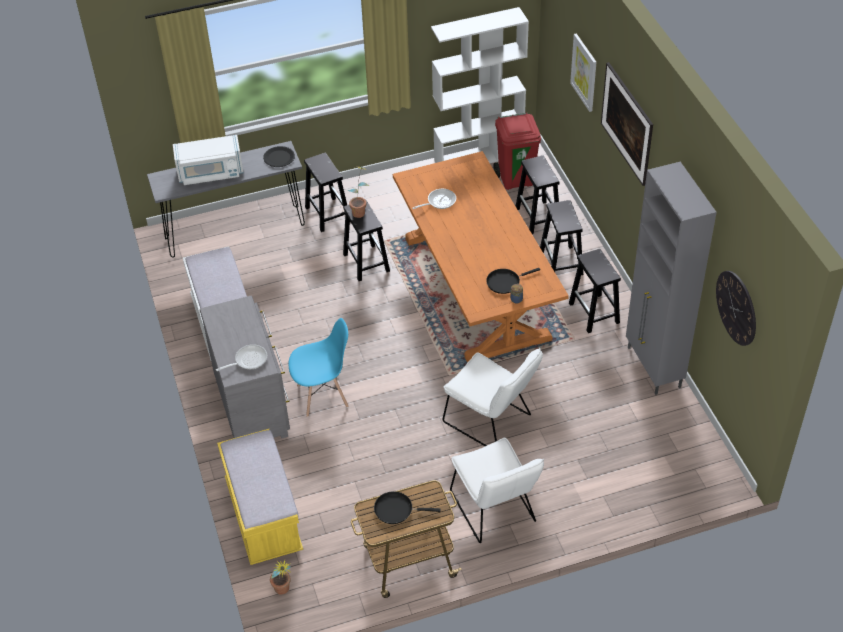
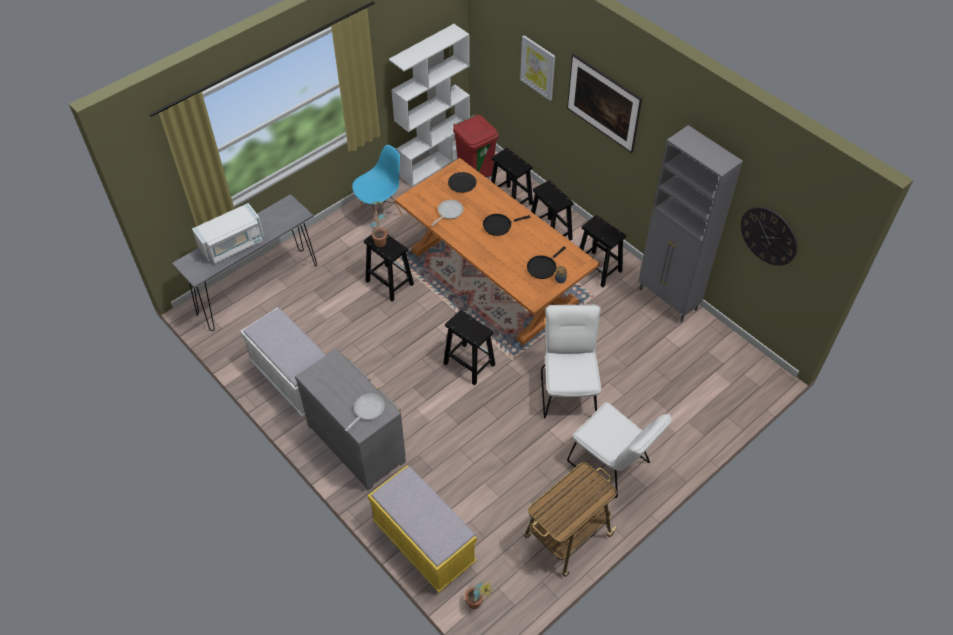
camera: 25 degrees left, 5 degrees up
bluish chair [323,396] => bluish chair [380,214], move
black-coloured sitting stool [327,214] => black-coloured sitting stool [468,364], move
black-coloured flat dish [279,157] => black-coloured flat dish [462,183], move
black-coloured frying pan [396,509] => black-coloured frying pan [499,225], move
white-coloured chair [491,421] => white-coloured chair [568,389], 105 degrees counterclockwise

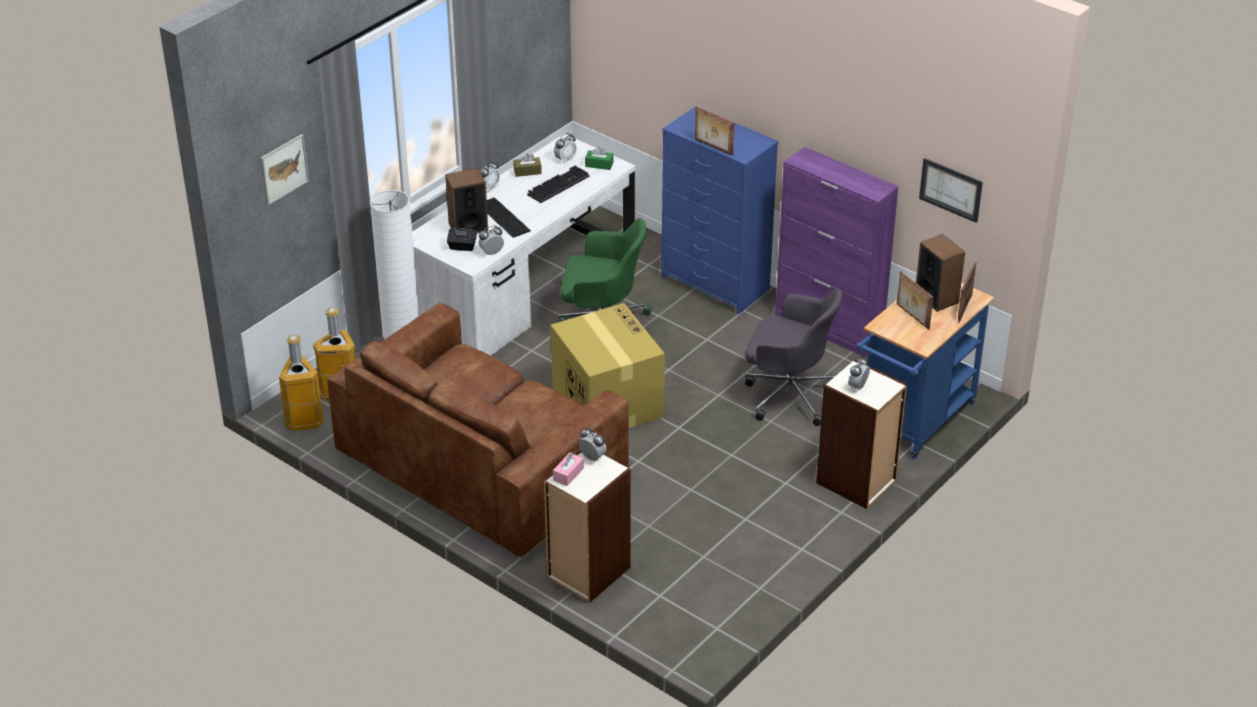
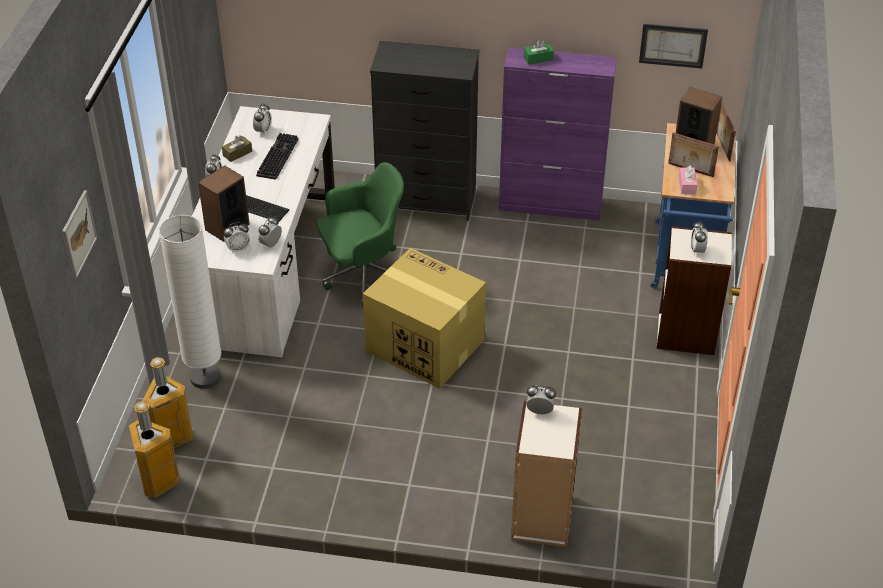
camera: 30 degrees left, 5 degrees up
black-coloured box of tissues [462,247] => table clock [238,248]
bluish chest of drawers [716,284] => black-coloured chest of drawers [427,200]
green-coloured box of tissues [599,164] => green-coloured box of tissues [538,58], move
pink box of tissues [568,474] => pink box of tissues [687,185], move
brownish settee [479,463] => nothing
standing frame [713,147] => nothing
greyish computer chair [789,393] => nothing

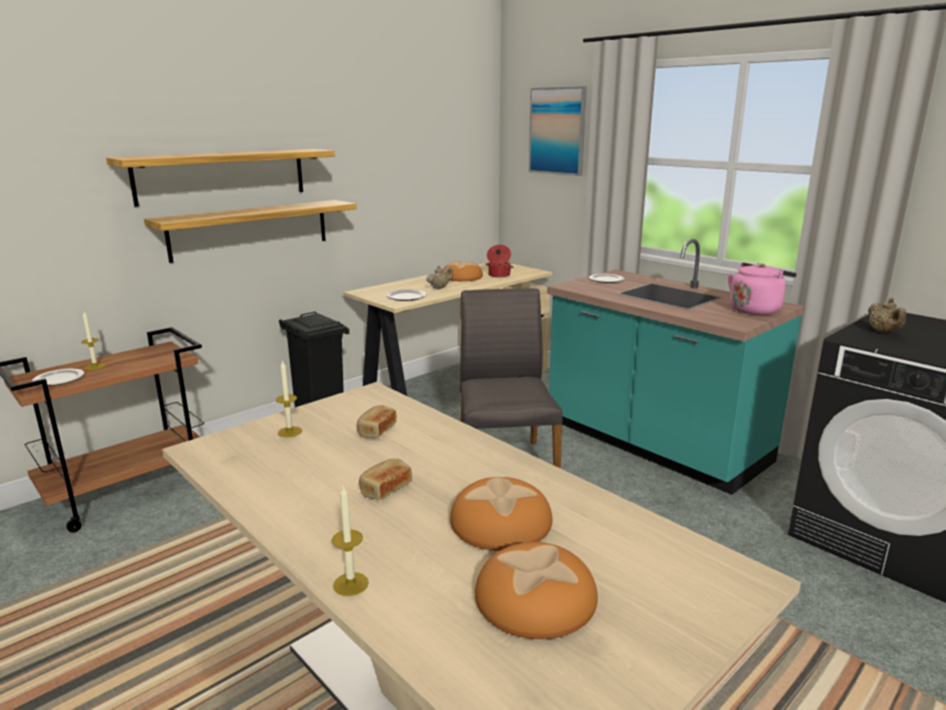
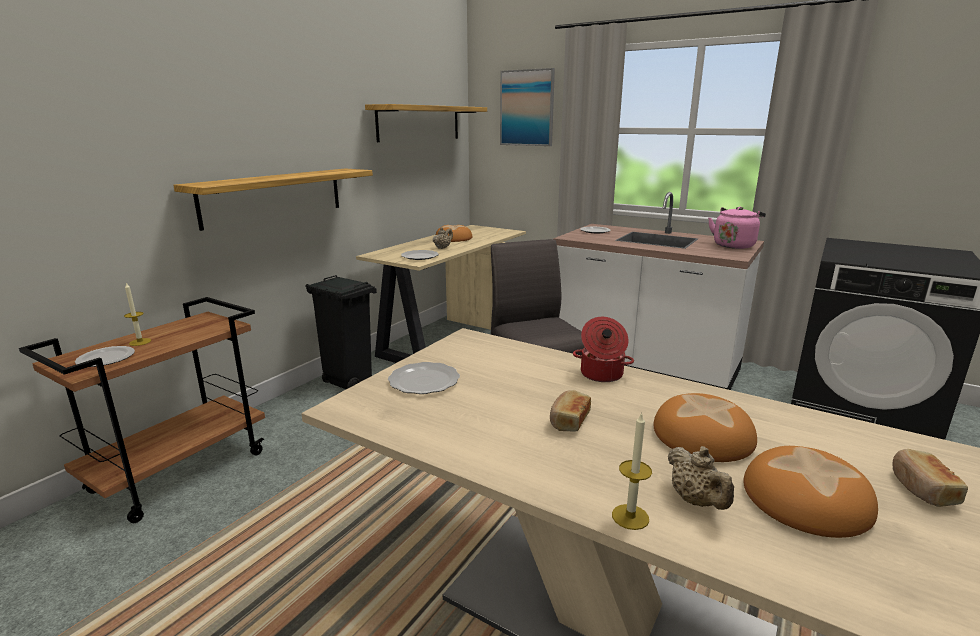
camera: 15 degrees left, 0 degrees up
bracket shelf [222,175] => bracket shelf [419,123], move
wax candle [290,432] => flat dish [423,380]
turquoise kitchen counter [654,444] => white-coloured kitchen counter [644,366]
cooking pot [498,275] => cooking pot [601,375], move
sand-coloured teapot [883,332] => sand-coloured teapot [696,501], move
baked bread [376,430] => baked bread [921,489], move

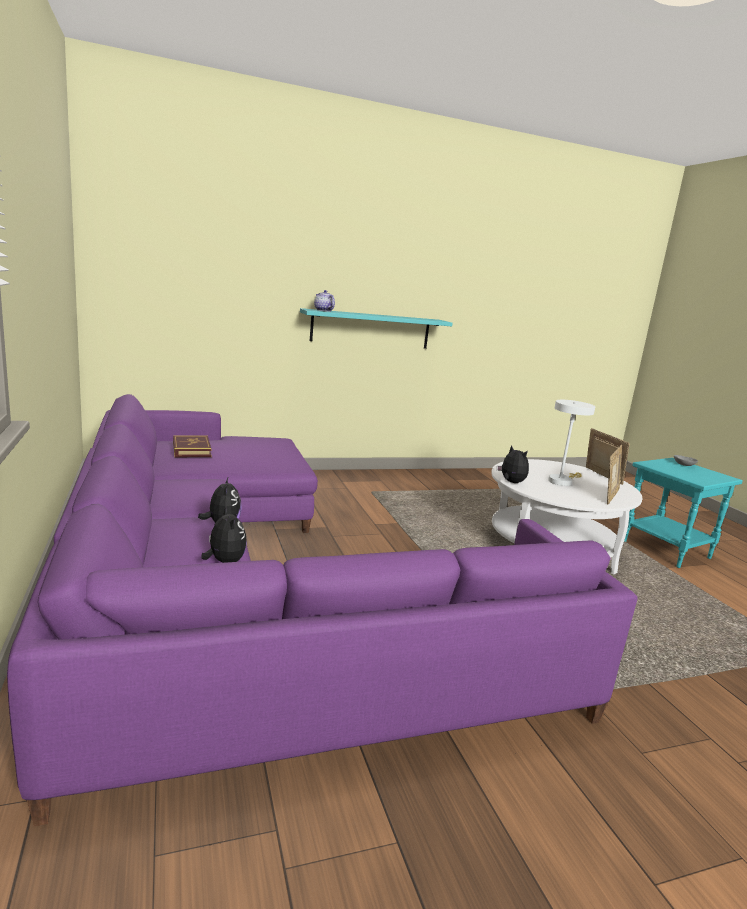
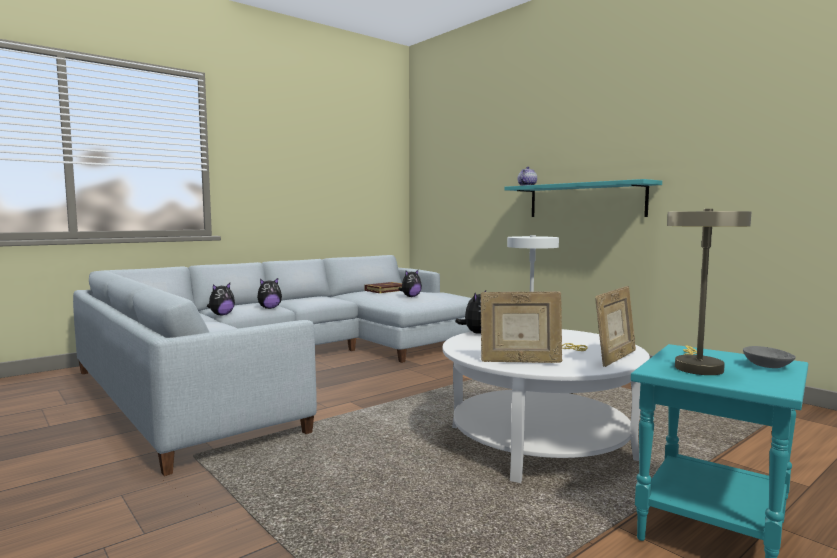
camera: 70 degrees right, 10 degrees down
purple settee [241,592] => greyish settee [287,364]
nothing => plush toy [410,297]
nothing => sand-coloured table lamp [696,366]

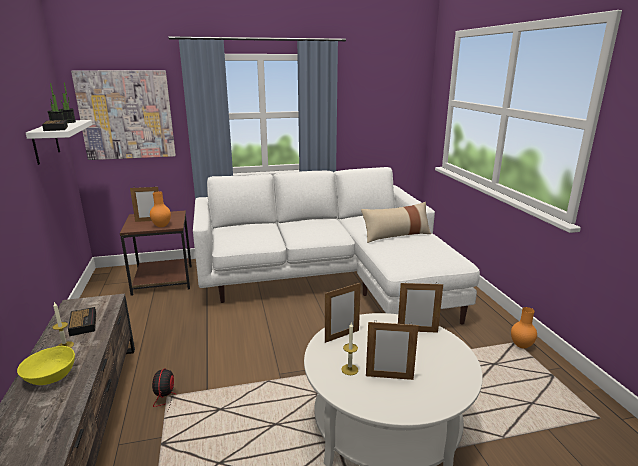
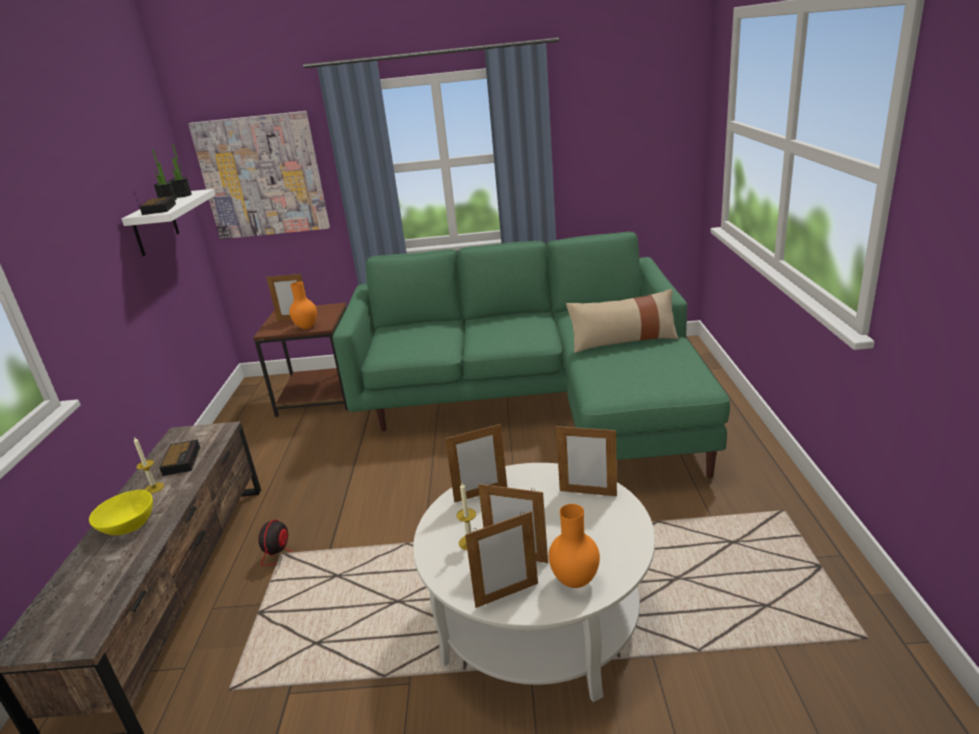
camera: 15 degrees right, 5 degrees up
white-coloured settee [330,281] => green-coloured settee [538,403]
nothing => standing frame [507,595]
orangey flower vase [521,346] => orangey flower vase [575,582], move

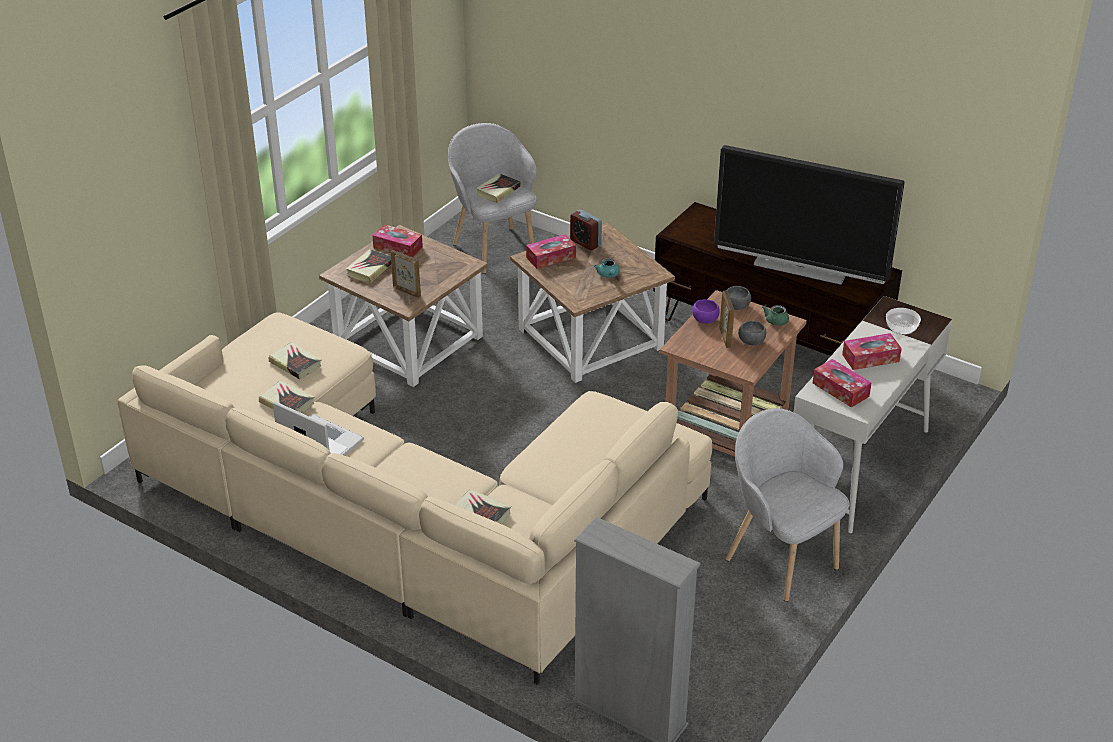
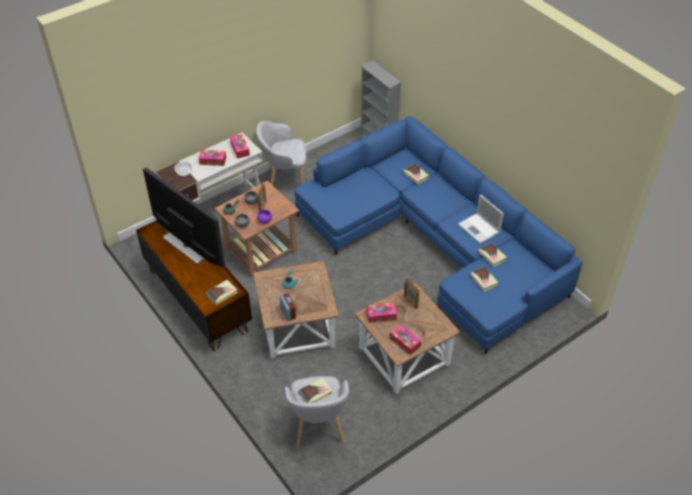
camera: 160 degrees left, 10 degrees up
book [370,269] => book [222,293], move
greyish armchair [780,560] => greyish armchair [284,181], 105 degrees clockwise
sand-coloured settee [413,514] => bluish settee [434,243]
box of tissues [551,257] => box of tissues [381,315], move

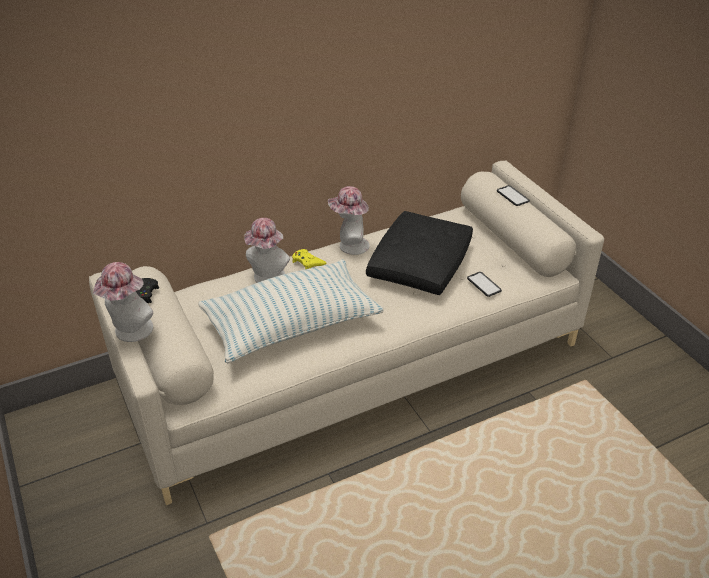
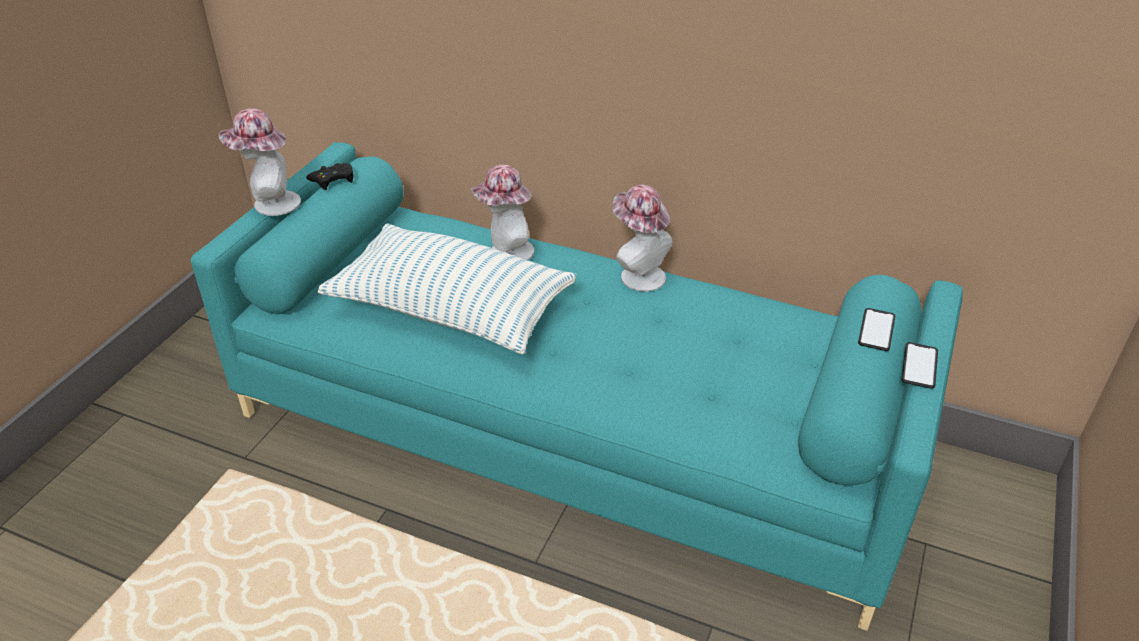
camera: 50 degrees right, 0 degrees up
sand-coloured settee [355,364] => turquoise settee [572,431]
handset [484,284] => handset [919,366], move
yellow game controller [307,262] => nothing
black-coloured pillow [420,264] => nothing

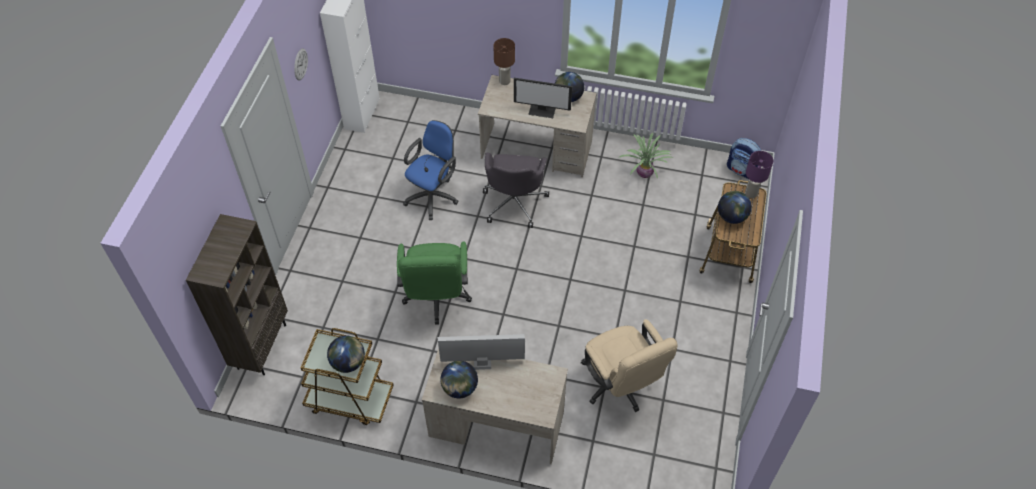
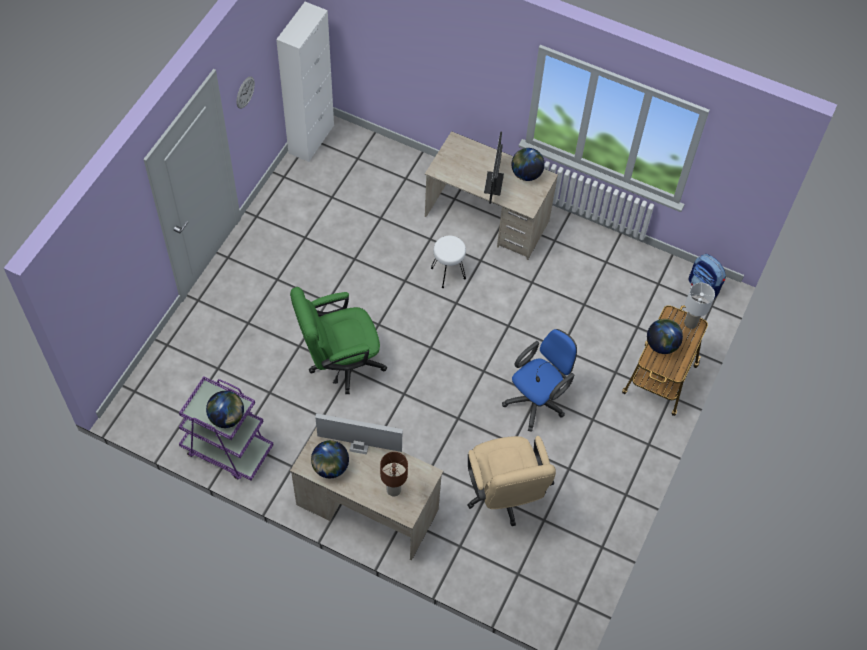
camera: 10 degrees right, 5 degrees up
brownish trolley [349,399] => purple trolley [227,449]
green-coloured computer chair [436,299] => green-coloured computer chair [339,363], 60 degrees clockwise
brownish table lamp [504,81] => brownish table lamp [393,490], move
greyish computer chair [514,202] => white-coloured sitting stool [447,273]
monitor [542,110] => monitor [494,183], 75 degrees clockwise
bluish computer chair [433,195] => bluish computer chair [537,400], move
purple table lamp [750,194] => white-coloured table lamp [690,323]
brownish bookshelf [261,346] => nothing
plant in a pot [644,173] => nothing

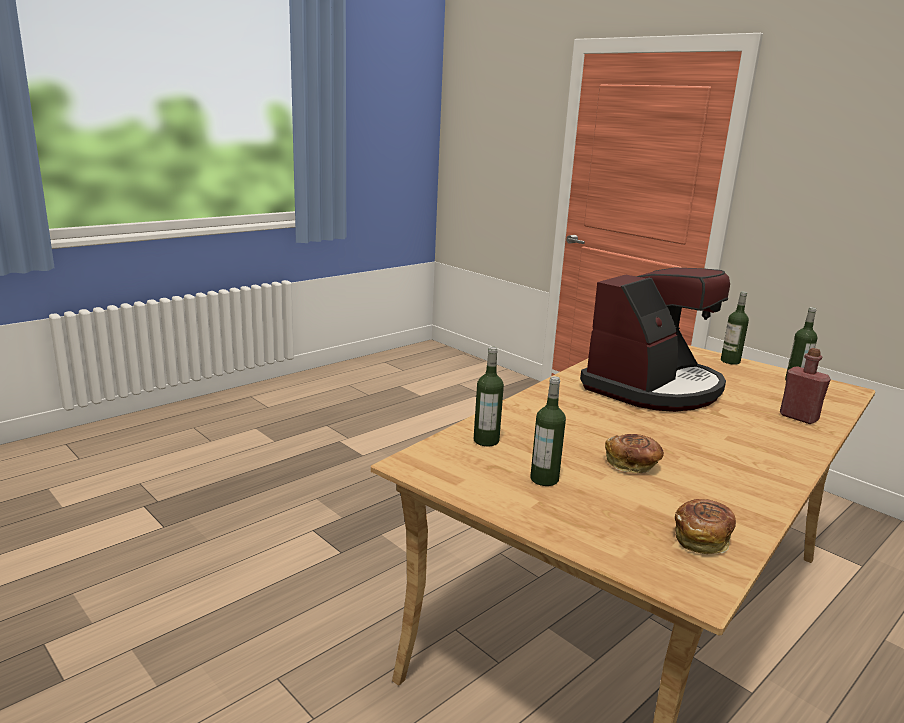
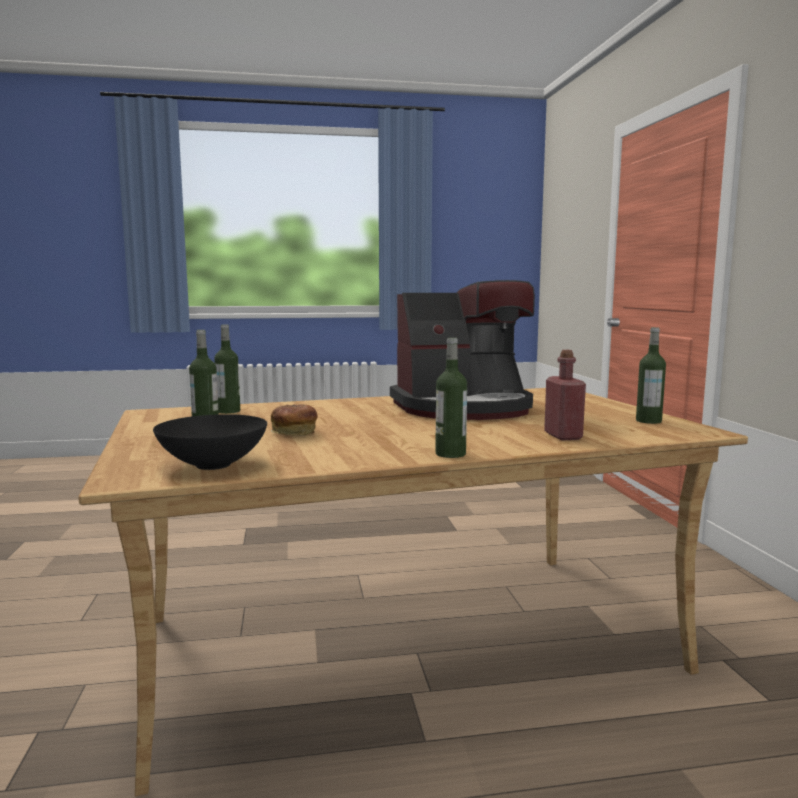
camera: 35 degrees right, 10 degrees down
baked bread [702,539] => black-coloured bowl [215,465]
beverage bottle [730,361] => beverage bottle [450,454], move

